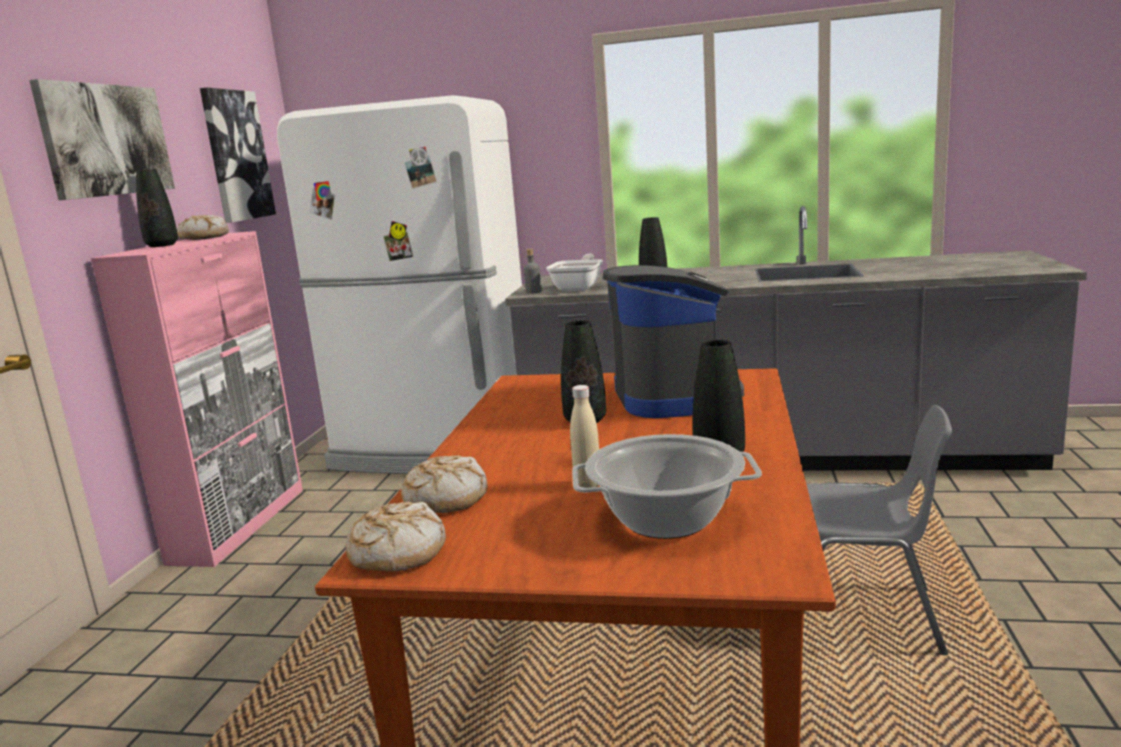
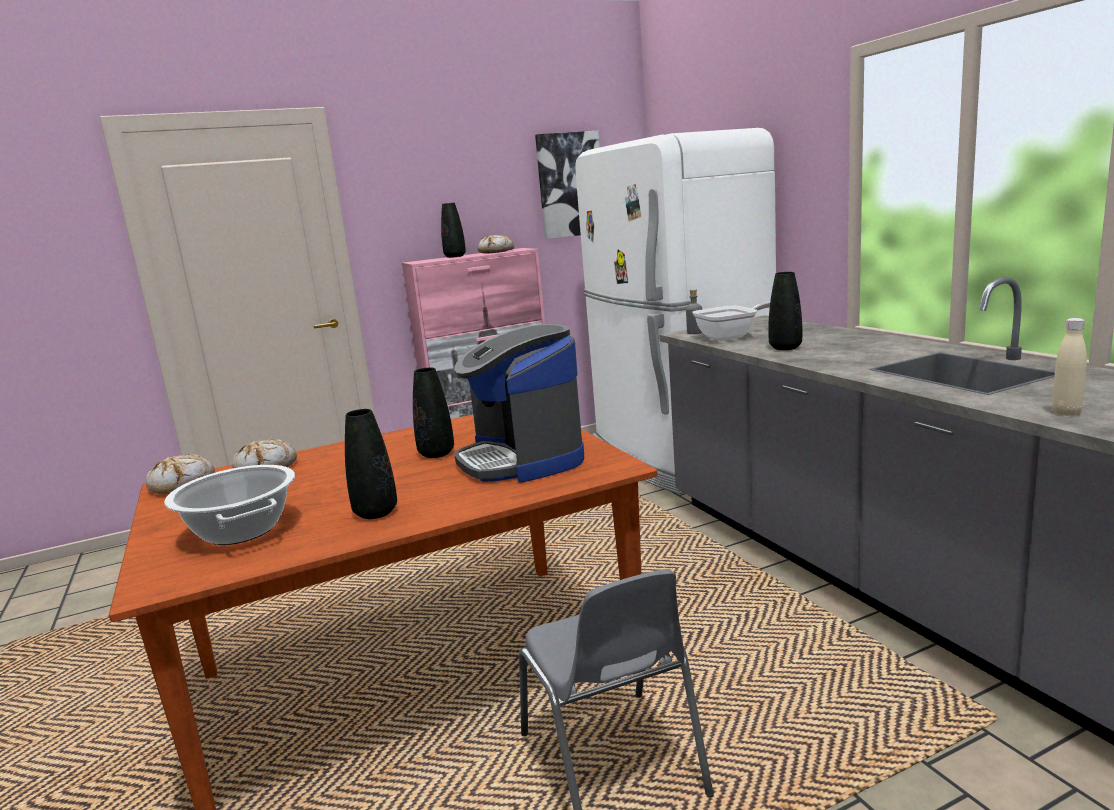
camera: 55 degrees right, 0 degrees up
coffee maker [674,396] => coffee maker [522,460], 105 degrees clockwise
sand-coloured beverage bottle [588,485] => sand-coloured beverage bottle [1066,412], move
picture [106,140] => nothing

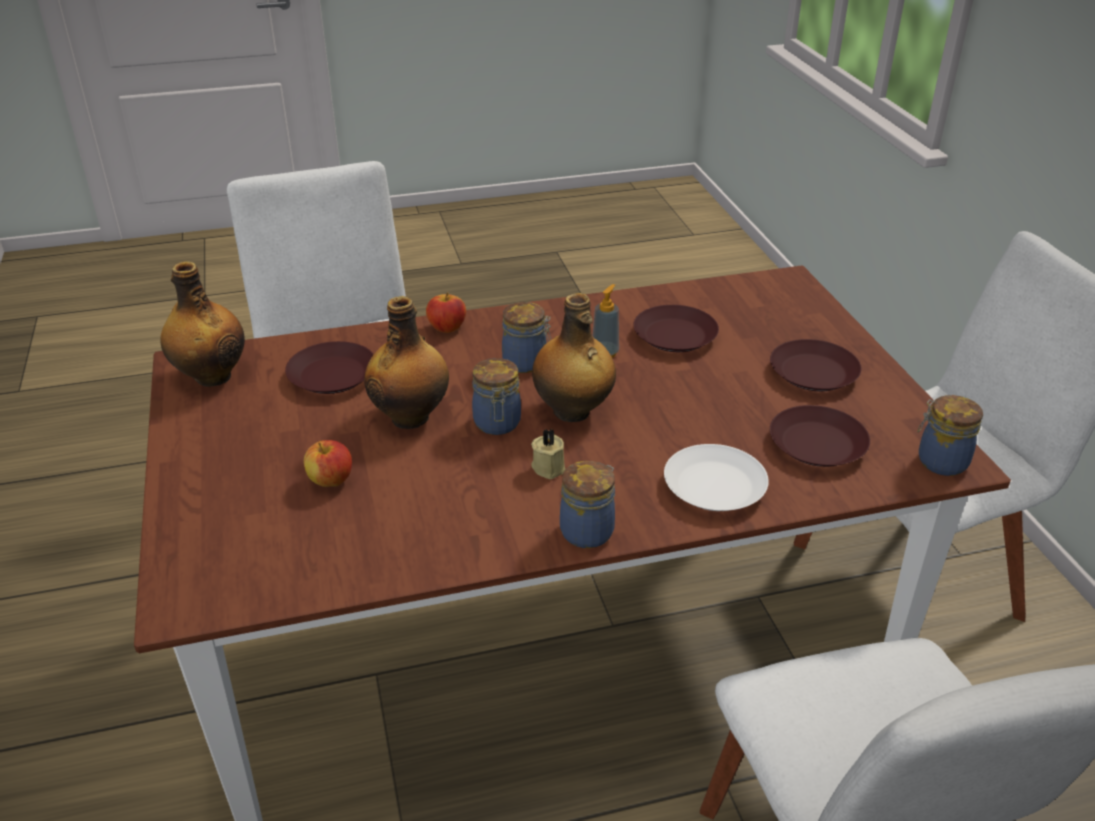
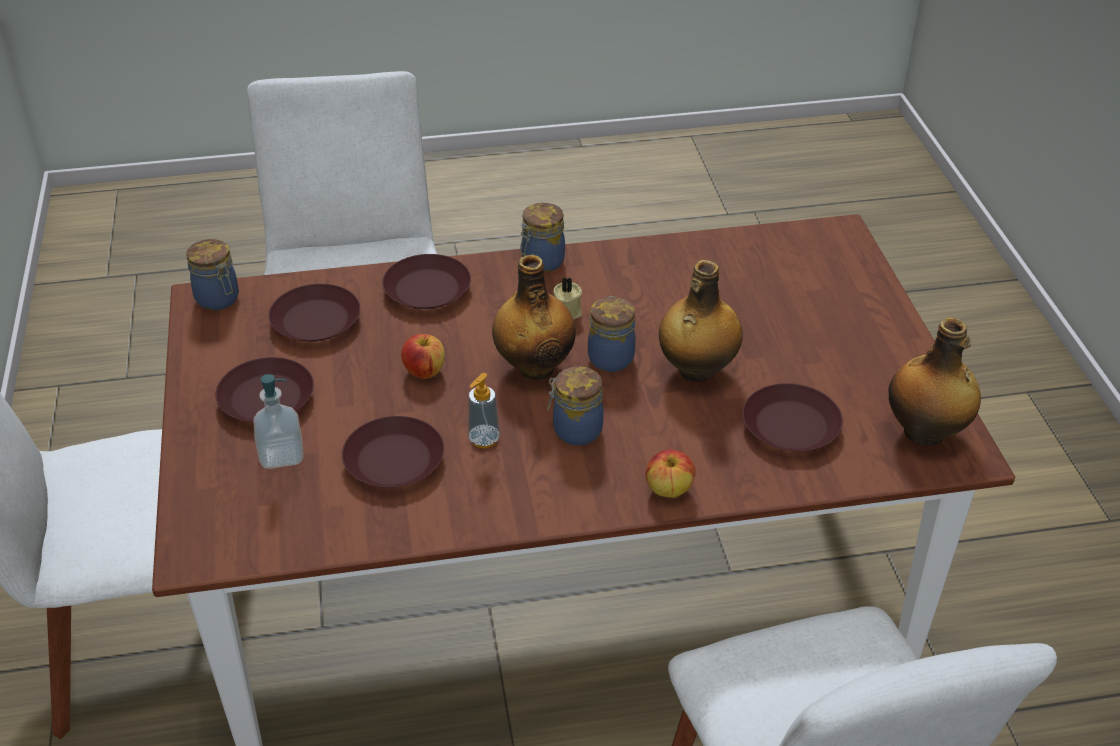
camera: 175 degrees left, 5 degrees up
nothing => liquid soap bottle [281,455]
white-coloured flat dish [715,486] => brownish flat dish [426,290]
apple fruit [330,481] => apple fruit [424,371], move

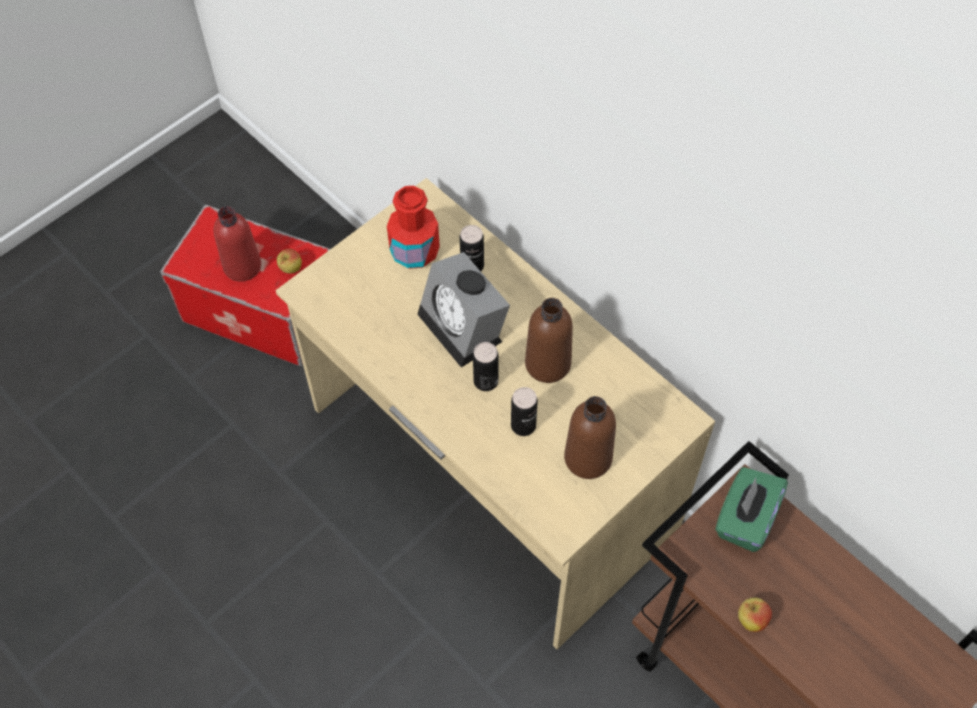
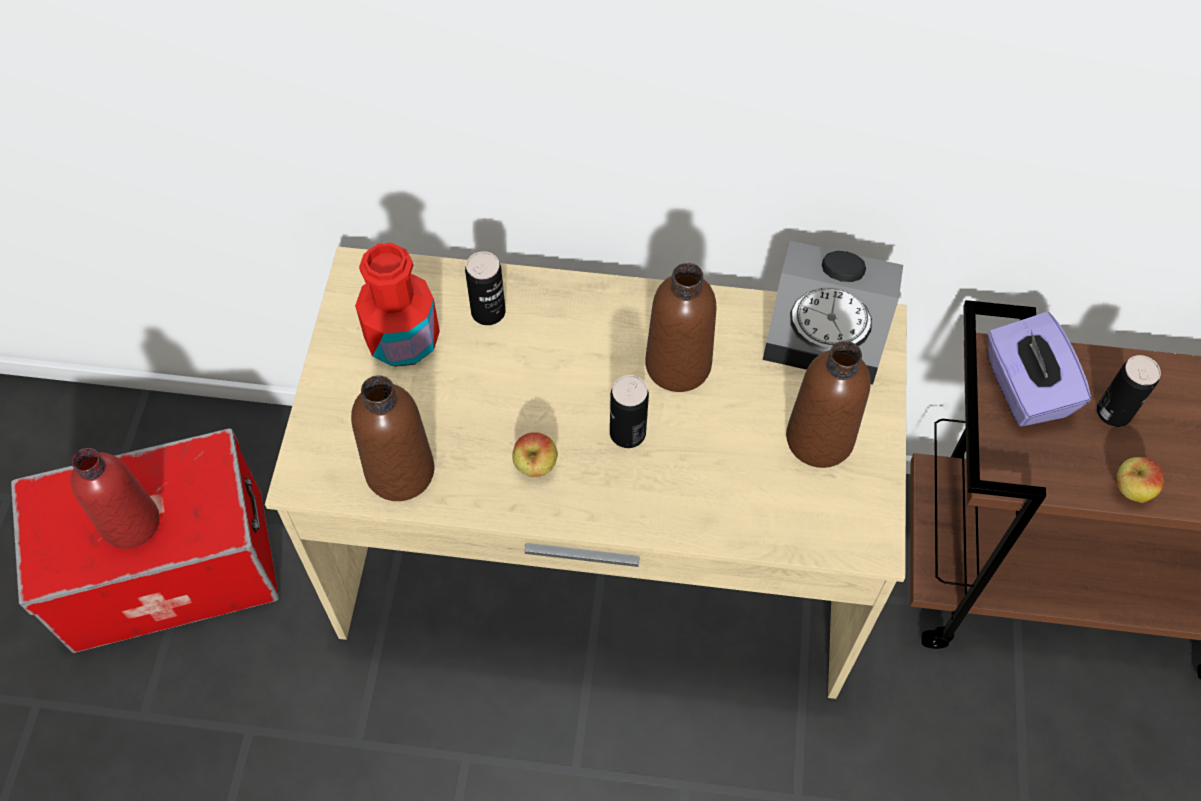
camera: 40 degrees left, 0 degrees up
nothing => brownish beverage bottle [400,471]
apple fruit [291,269] => apple fruit [536,467], move
table clock [465,327] => table clock [829,337], move
green-coloured box of tissues [745,519] => purple box of tissues [1024,389]
metal can [523,425] => metal can [1113,412], move

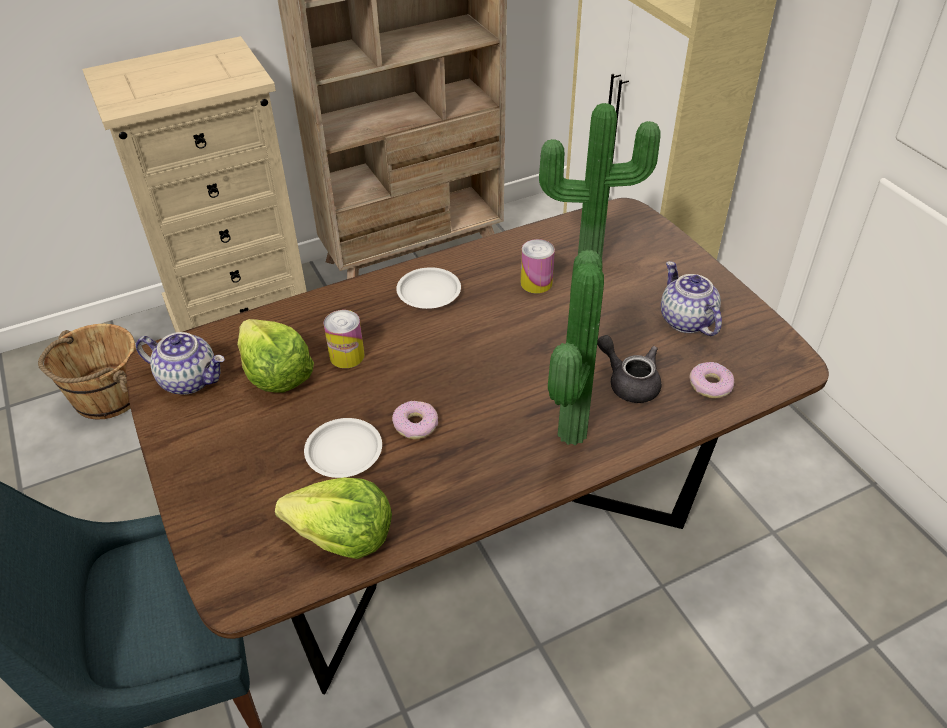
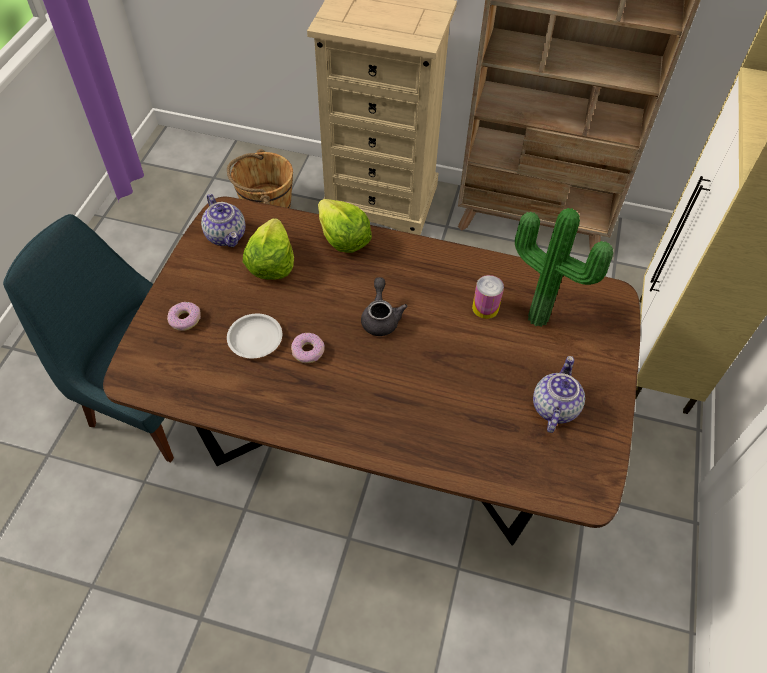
camera: 40 degrees right, 10 degrees up
ring doughnut [710,385] => ring doughnut [185,319], move
head of lettuce [343,537] => head of lettuce [343,238], move
greyish teapot [629,382] => greyish teapot [380,317], move
metal can [347,356] => nothing
white-coloured flat dish [428,292] => nothing
plant in a pot [566,433] => nothing

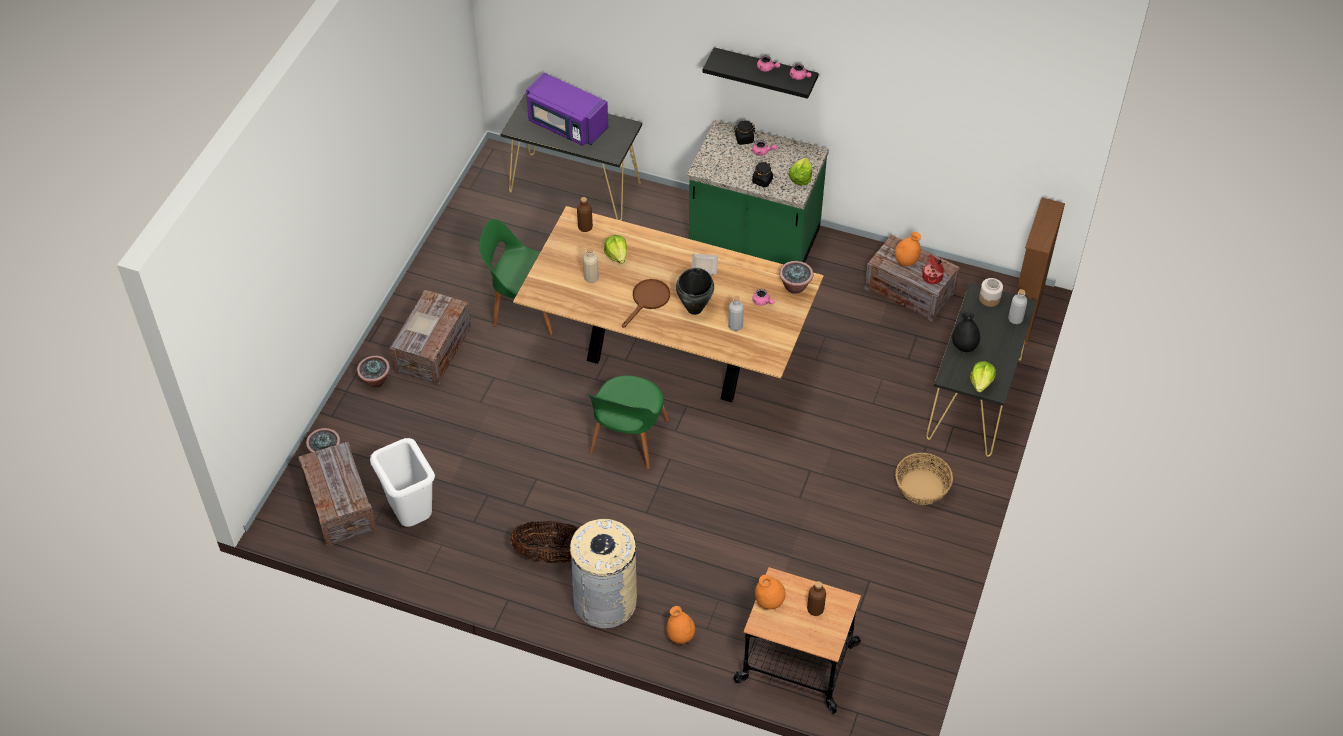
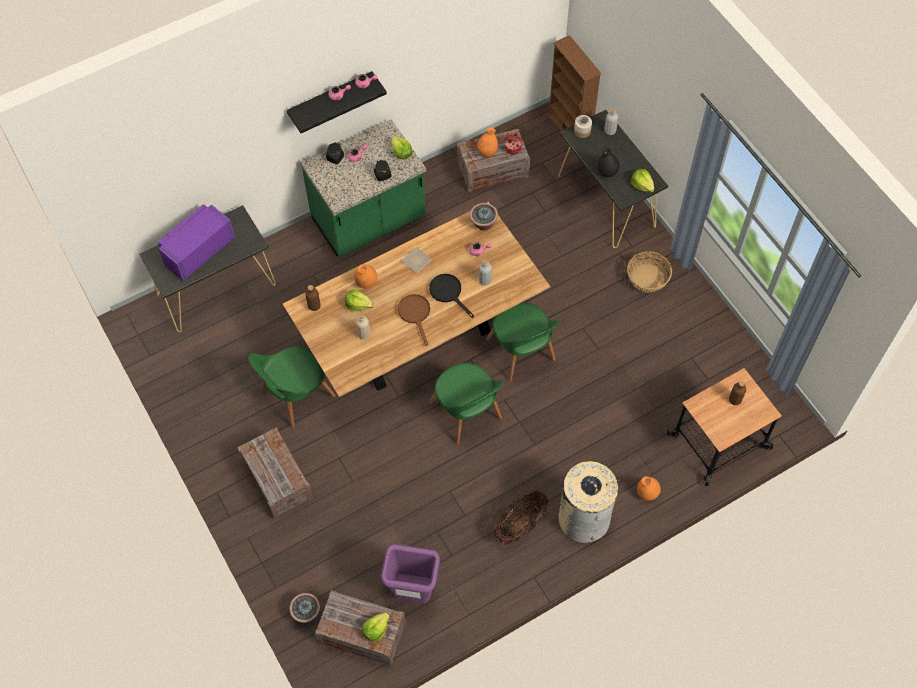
camera: 50 degrees left, 10 degrees up
purple kitchen microwave [566,125] => purple kitchen microwave [198,251], 150 degrees clockwise
orangey flower vase [769,602] => orangey flower vase [366,283], move
nothing => head of lettuce [375,629]
white-coloured trash can [411,516] => purple trash can [412,592]
black-coloured cooking pot [695,308] => black-coloured frying pan [448,293]
nothing => green-coloured chair [521,352]
plant in a pot [375,380] => nothing
flat dish [423,326] => nothing

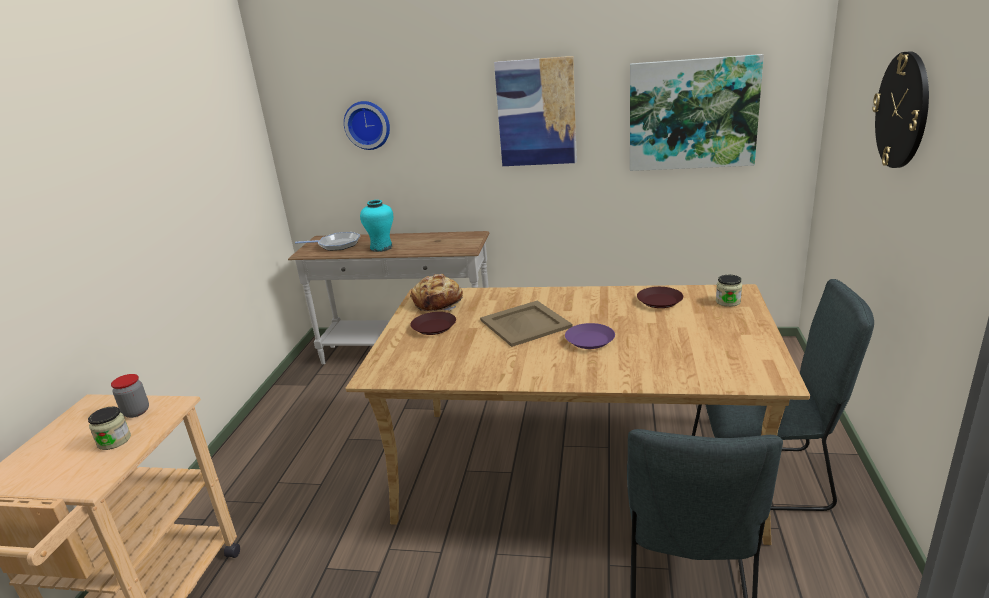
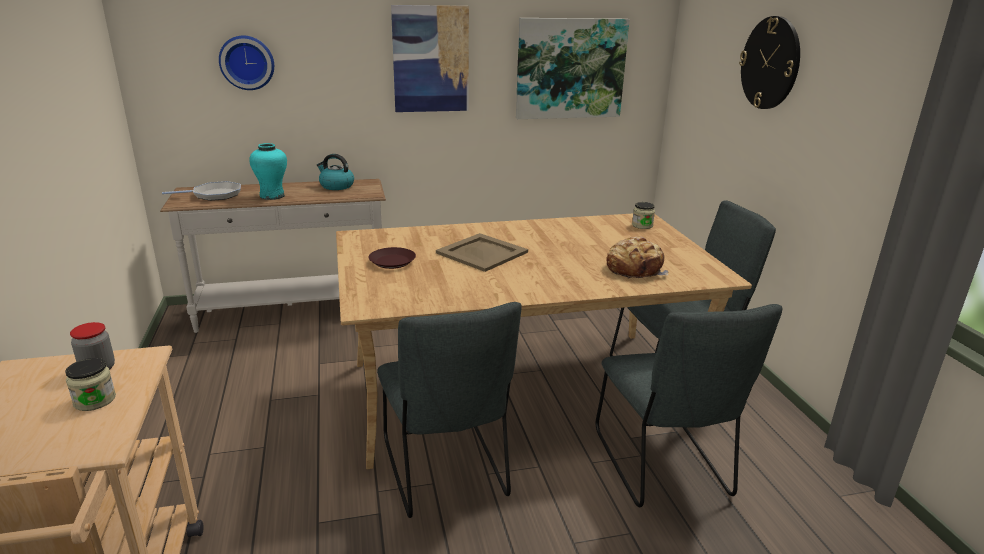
camera: 25 degrees left, 0 degrees up
nothing => tea kettle [336,186]
nothing => greyish chair [446,472]
baked bread [438,302] => baked bread [635,268], move
purple flat dish [589,340] => nothing
brownish flat dish [660,301] => nothing

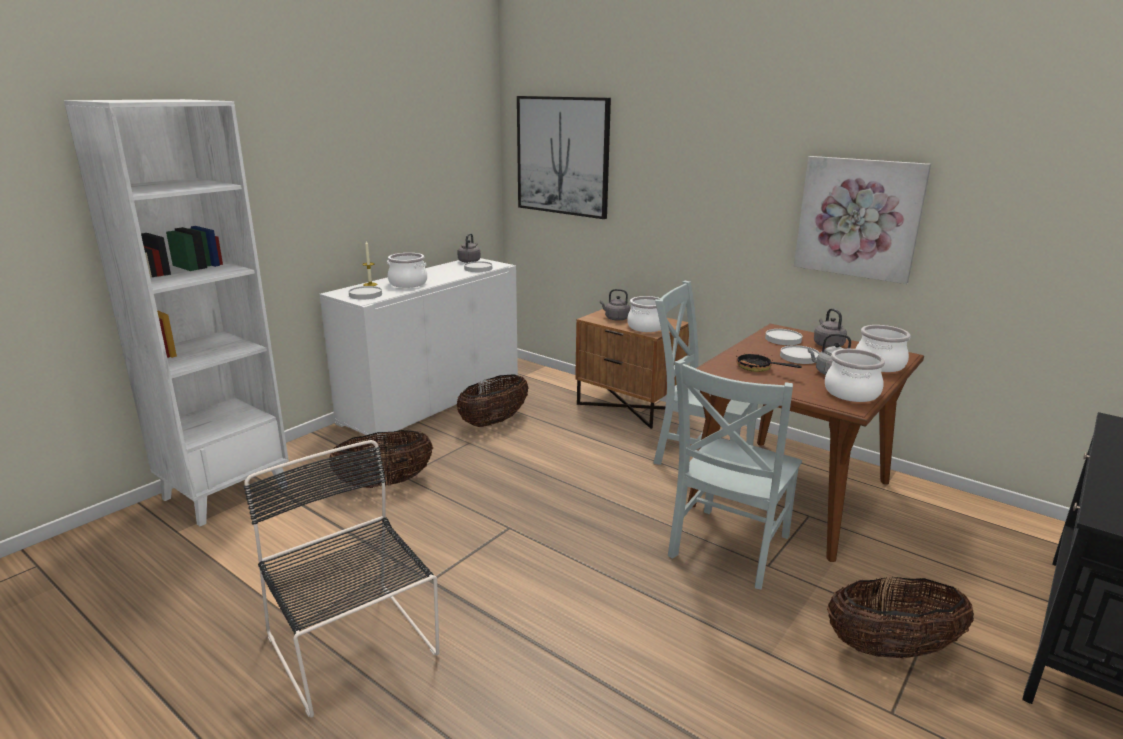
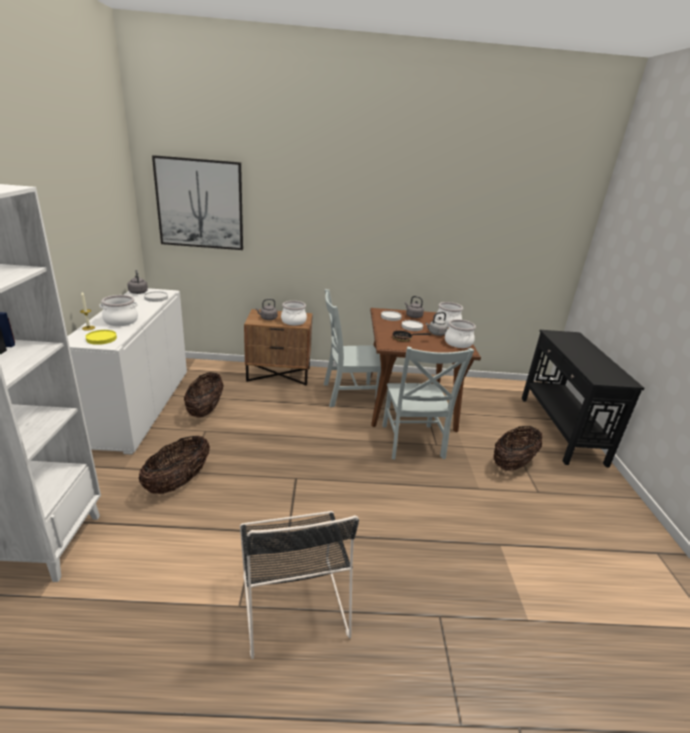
camera: 40 degrees left, 5 degrees up
white-coloured flat dish [365,295] => yellow flat dish [101,339]
black-coloured chair [354,649] => black-coloured chair [293,599], 120 degrees counterclockwise
picture [859,218] => nothing

